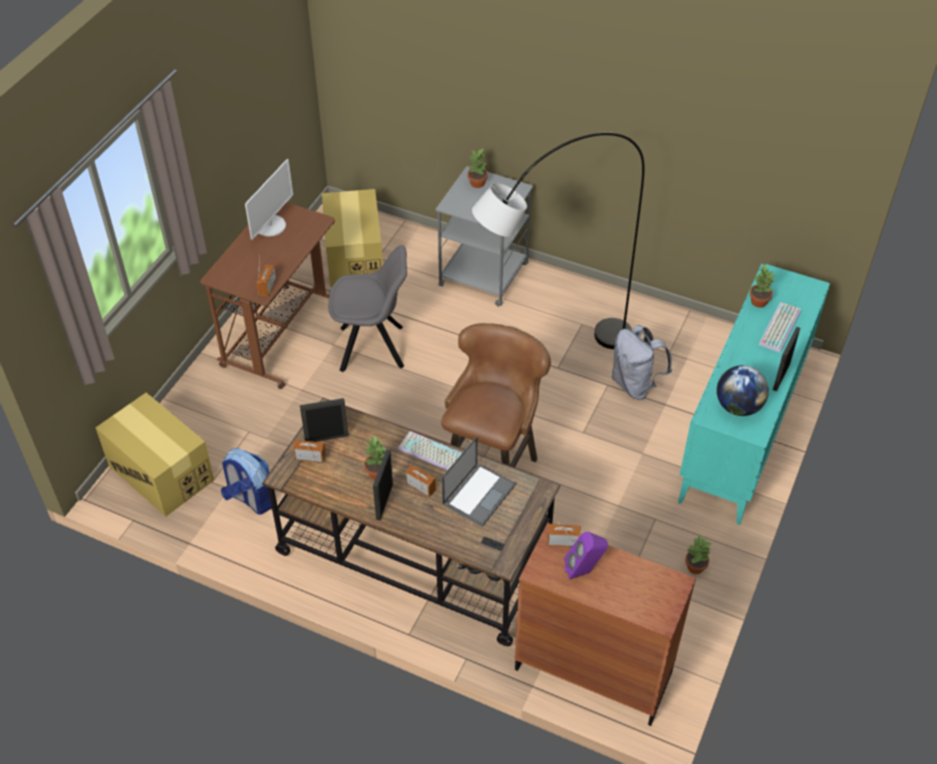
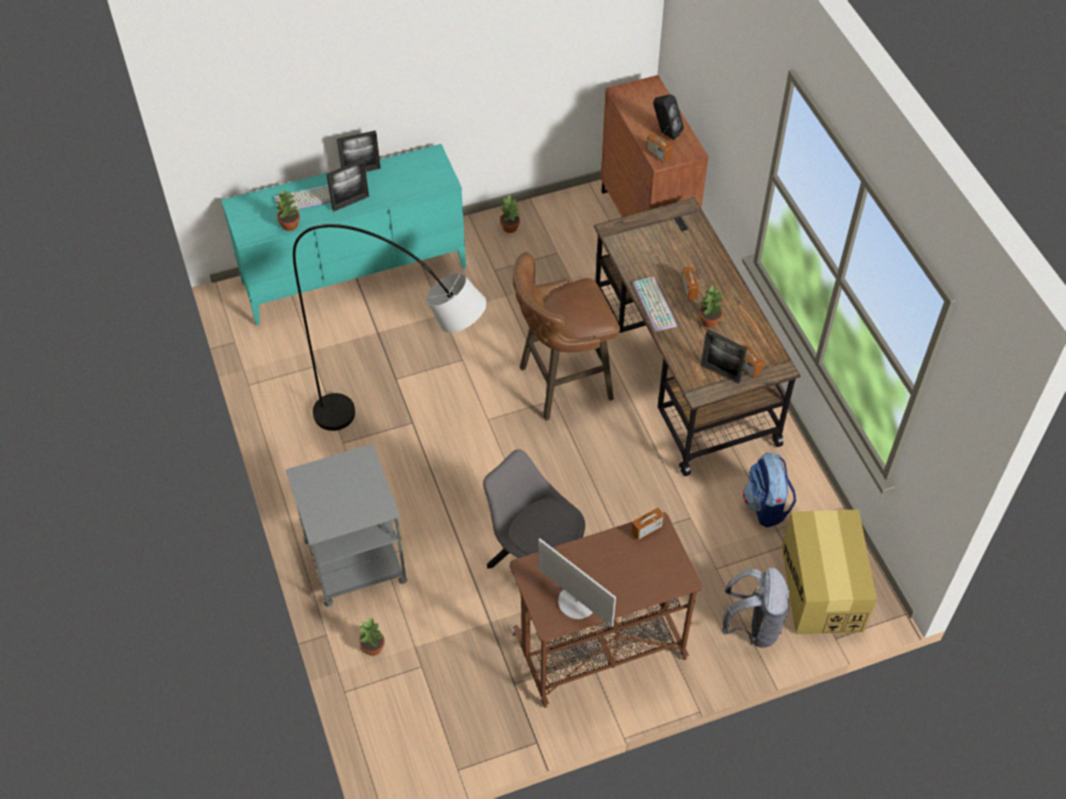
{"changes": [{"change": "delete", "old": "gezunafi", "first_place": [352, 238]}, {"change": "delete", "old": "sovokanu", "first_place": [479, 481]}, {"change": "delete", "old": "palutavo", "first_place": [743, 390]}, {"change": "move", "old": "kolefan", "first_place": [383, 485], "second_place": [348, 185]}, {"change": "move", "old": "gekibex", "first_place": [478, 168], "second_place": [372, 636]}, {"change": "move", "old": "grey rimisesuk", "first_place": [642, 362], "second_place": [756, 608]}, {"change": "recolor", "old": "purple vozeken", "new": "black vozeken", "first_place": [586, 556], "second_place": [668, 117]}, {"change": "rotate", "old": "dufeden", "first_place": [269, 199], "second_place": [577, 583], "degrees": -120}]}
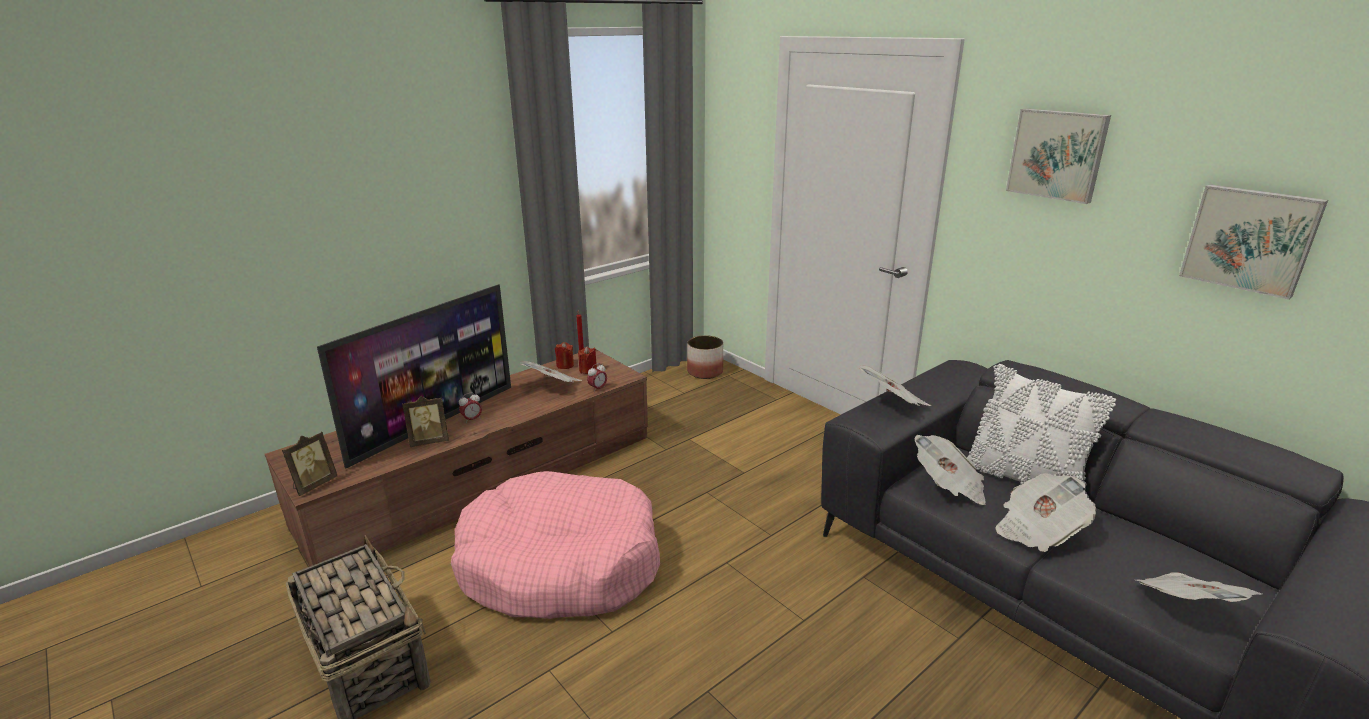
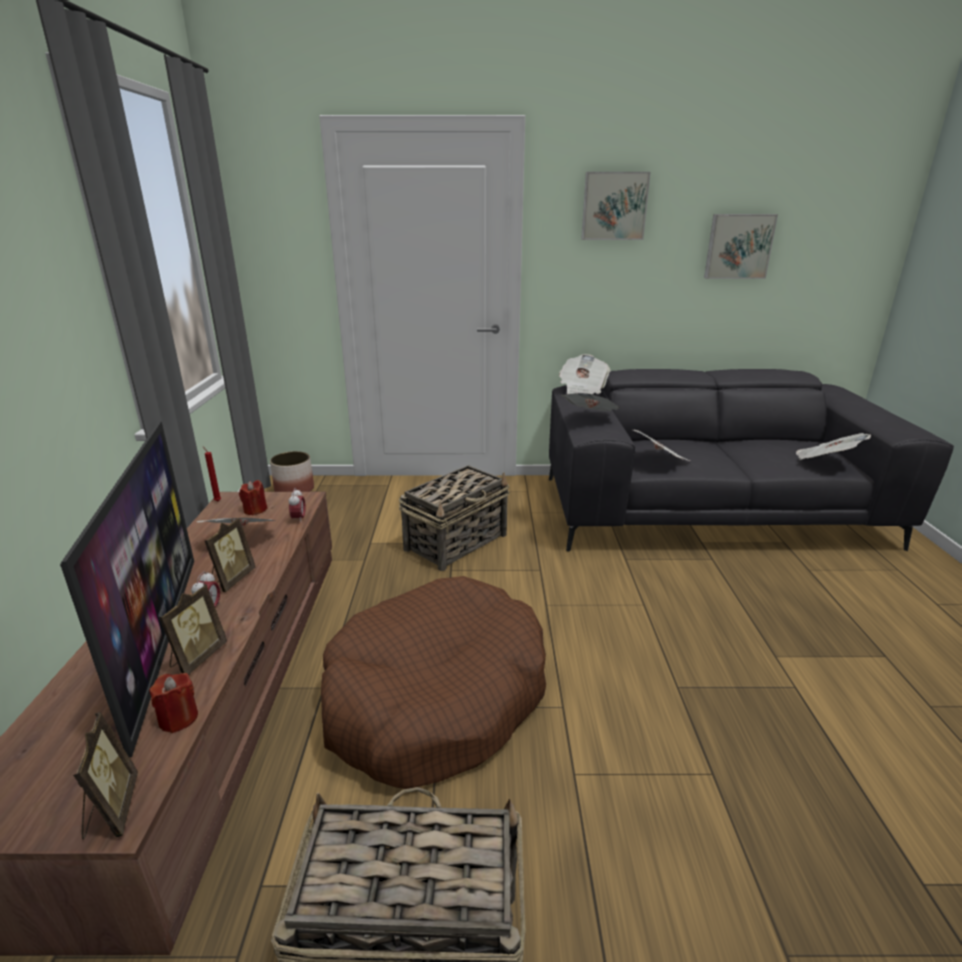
{"changes": [{"change": "delete", "old": "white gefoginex", "first_place": [1041, 424]}, {"change": "insert", "new": "kolefan", "second_place": [229, 555]}, {"change": "insert", "new": "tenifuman", "second_place": [454, 518]}, {"change": "move", "old": "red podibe", "first_place": [564, 355], "second_place": [173, 703]}, {"change": "move", "old": "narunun", "first_place": [1045, 512], "second_place": [585, 374]}, {"change": "recolor", "old": "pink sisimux", "new": "brown sisimux", "first_place": [555, 545], "second_place": [433, 682]}]}
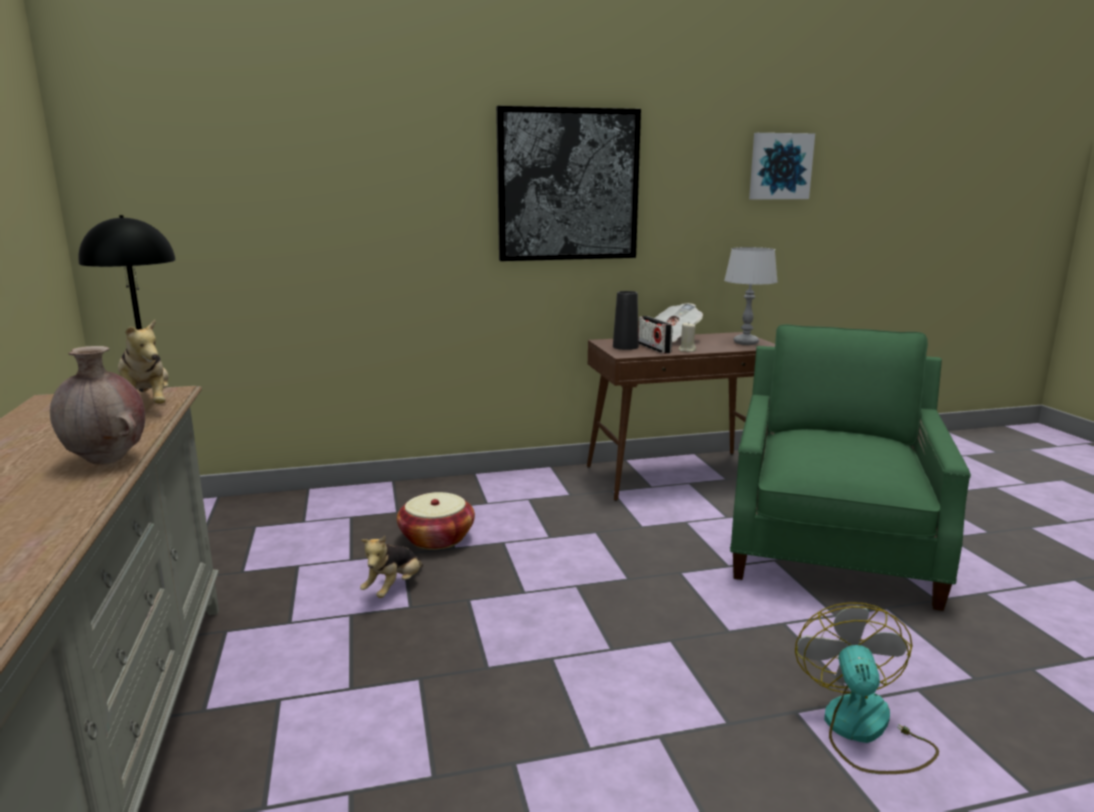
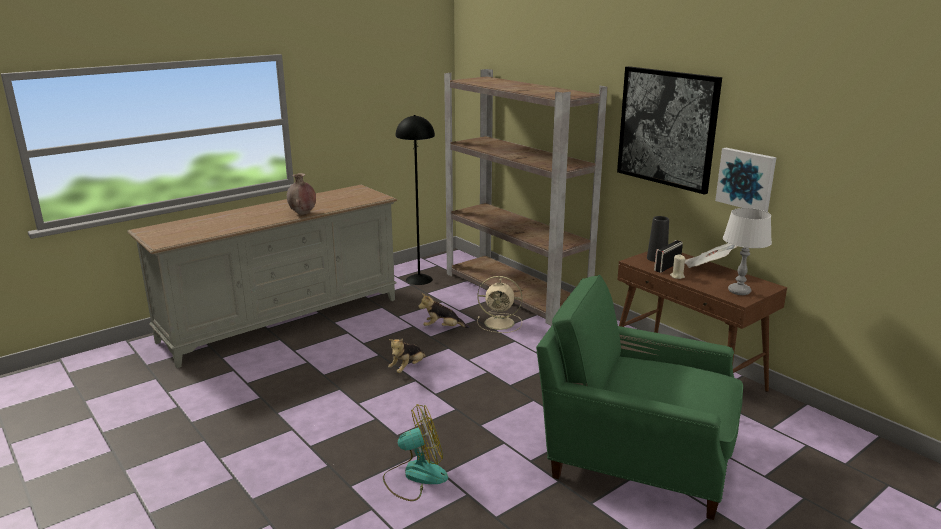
{"changes": [{"change": "insert", "new": "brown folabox", "second_place": [525, 197]}, {"change": "move", "old": "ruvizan", "first_place": [143, 361], "second_place": [407, 355]}, {"change": "move", "old": "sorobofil", "first_place": [782, 166], "second_place": [746, 180]}, {"change": "replace", "old": "tenifuman", "new": "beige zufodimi", "first_place": [436, 521], "second_place": [499, 304]}, {"change": "rotate", "old": "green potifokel", "first_place": [850, 467], "second_place": [639, 397], "degrees": -150}]}
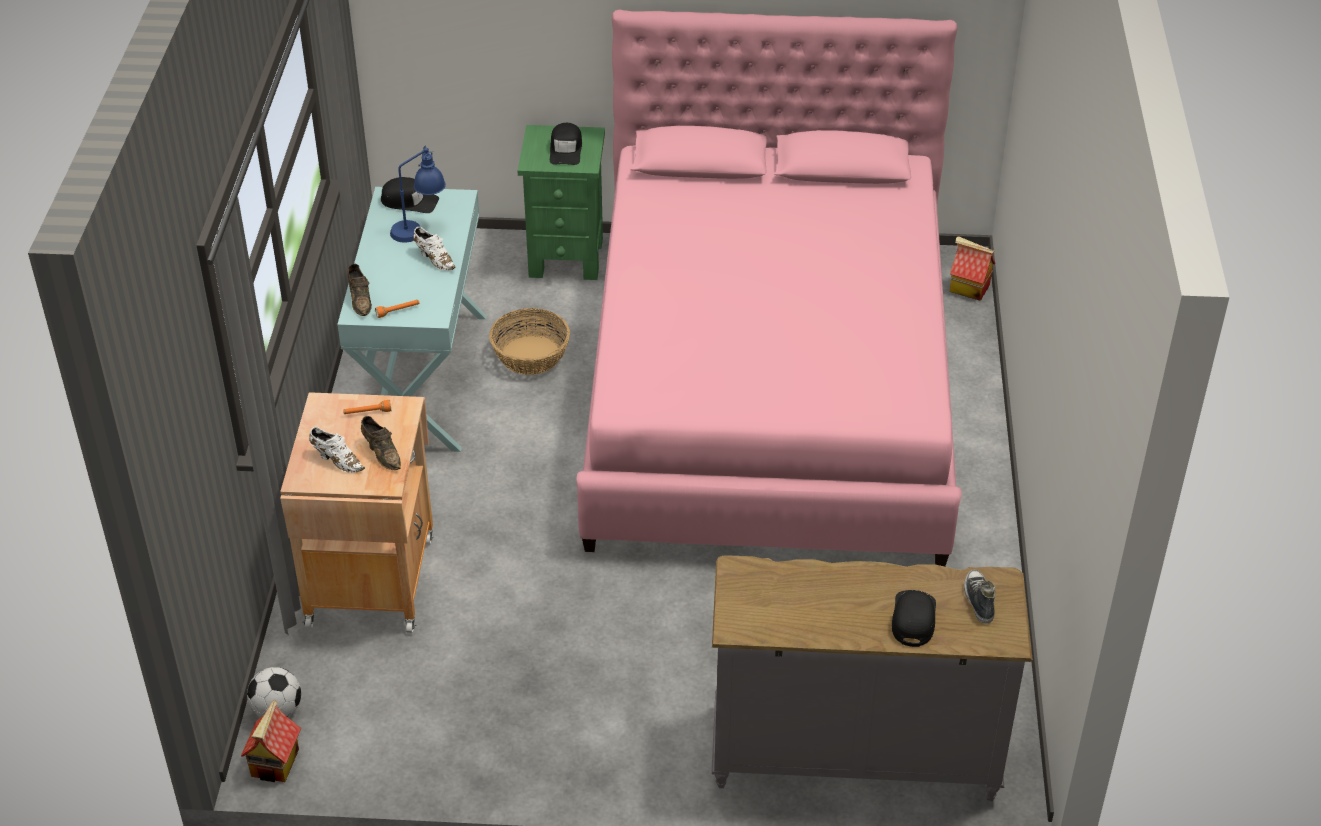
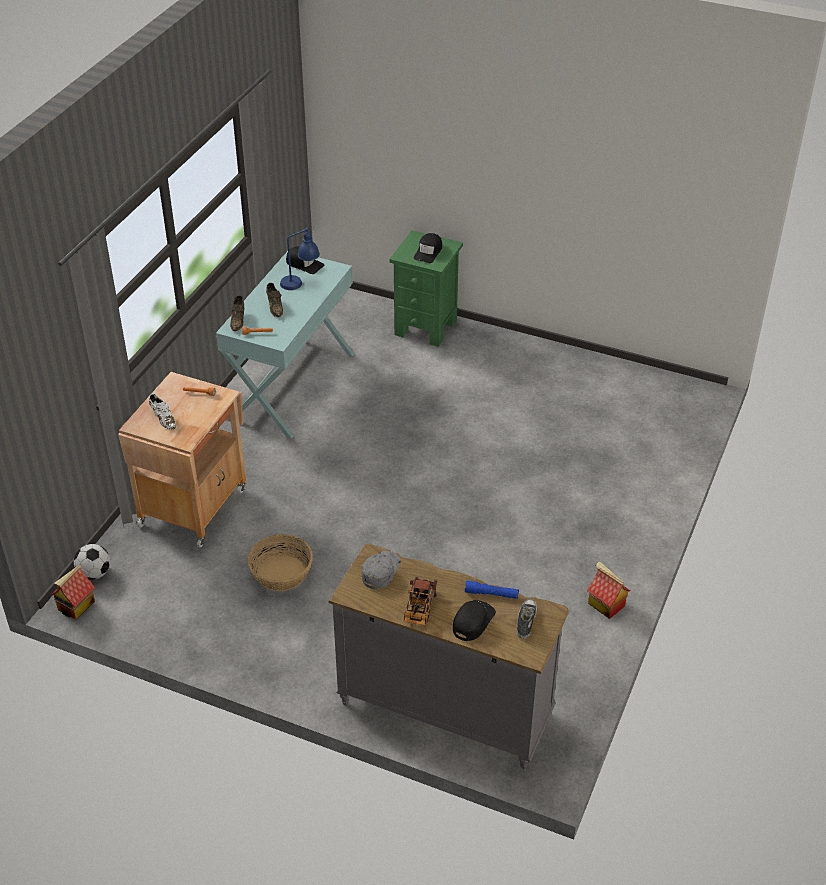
{"changes": [{"change": "delete", "old": "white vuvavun", "first_place": [434, 248]}, {"change": "delete", "old": "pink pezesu", "first_place": [769, 288]}, {"change": "insert", "new": "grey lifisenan", "second_place": [381, 570]}, {"change": "insert", "new": "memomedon", "second_place": [420, 601]}, {"change": "insert", "new": "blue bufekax", "second_place": [492, 590]}, {"change": "move", "old": "brown vuvavun", "first_place": [381, 443], "second_place": [274, 300]}, {"change": "move", "old": "tenifuman", "first_place": [529, 341], "second_place": [280, 562]}, {"change": "move", "old": "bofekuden", "first_place": [973, 268], "second_place": [608, 590]}]}
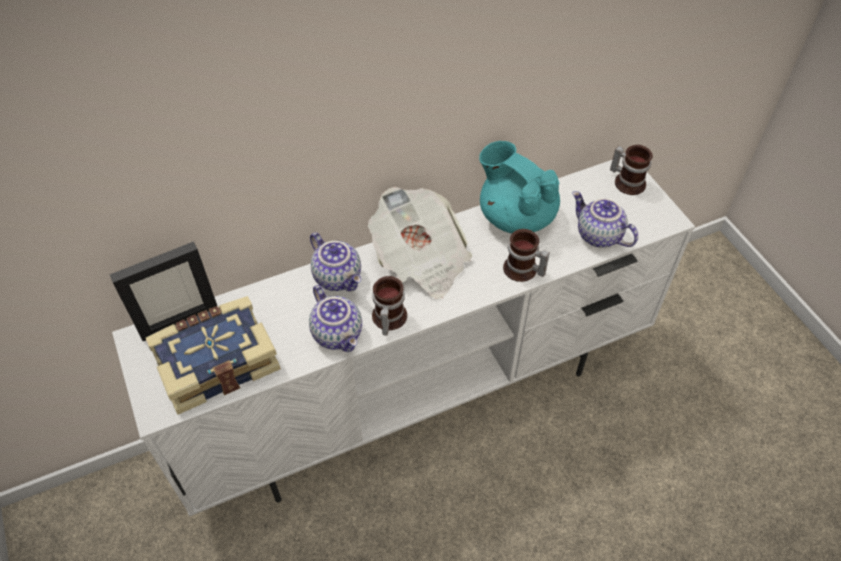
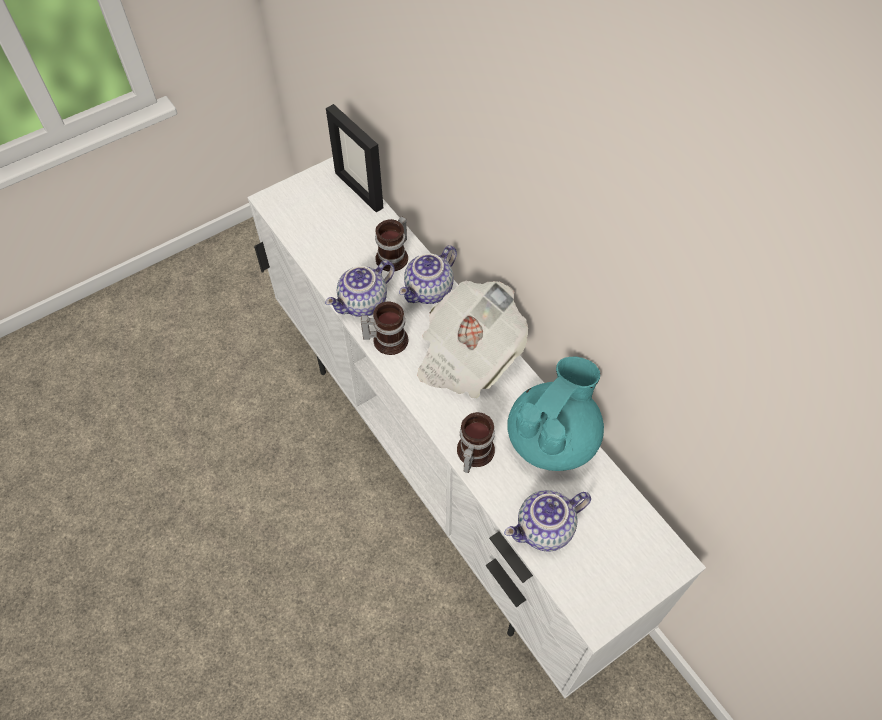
{"changes": [{"change": "delete", "old": "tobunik", "first_place": [213, 355]}, {"change": "move", "old": "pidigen", "first_place": [631, 170], "second_place": [391, 244]}, {"change": "rotate", "old": "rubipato", "first_place": [605, 219], "second_place": [547, 520], "degrees": -150}]}
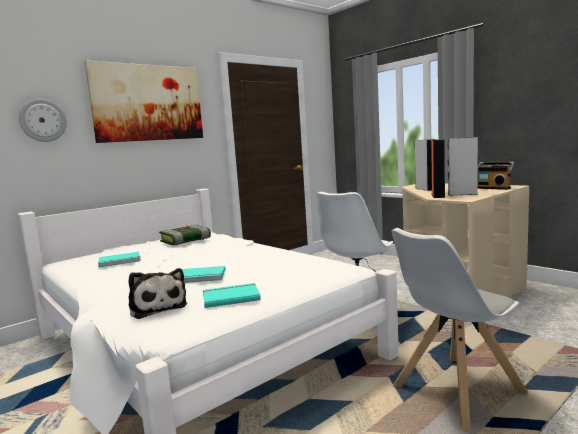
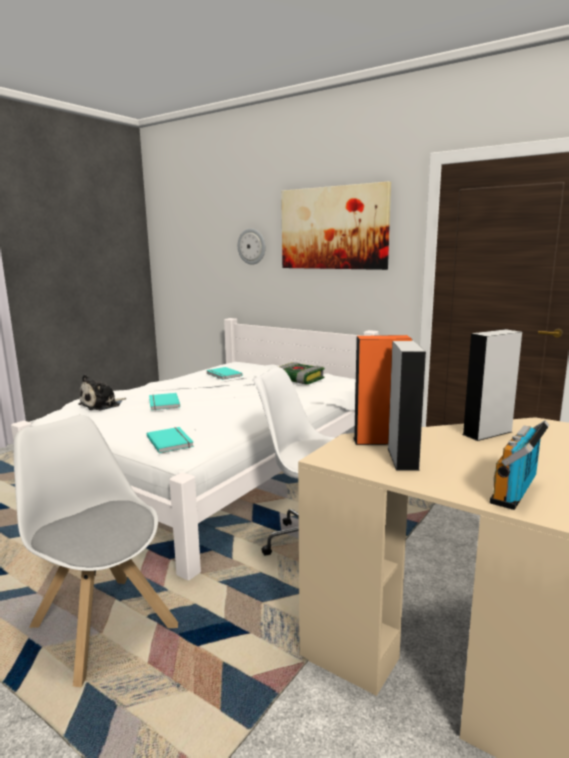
{"changes": [{"change": "move", "old": "turquoise tobunik", "first_place": [232, 295], "second_place": [170, 440]}]}
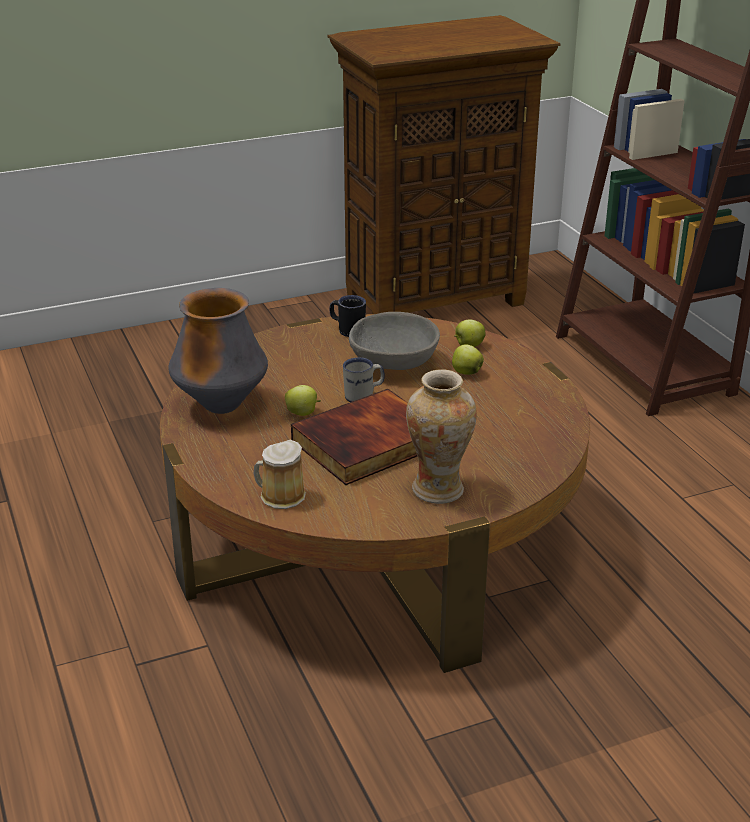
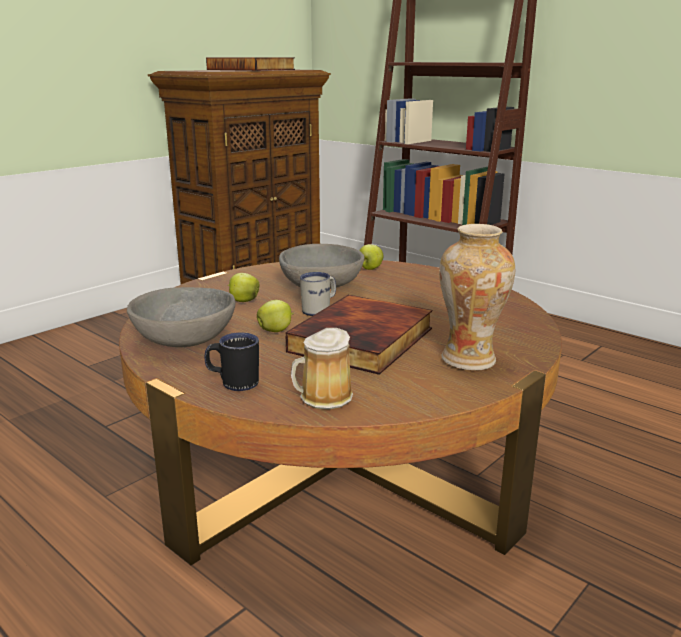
{"changes": [{"change": "insert", "new": "tobunik", "second_place": [250, 64]}, {"change": "move", "old": "black pidigen", "first_place": [348, 316], "second_place": [232, 362]}, {"change": "move", "old": "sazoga", "first_place": [468, 359], "second_place": [244, 287]}, {"change": "replace", "old": "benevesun", "new": "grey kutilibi", "first_place": [218, 351], "second_place": [181, 317]}]}
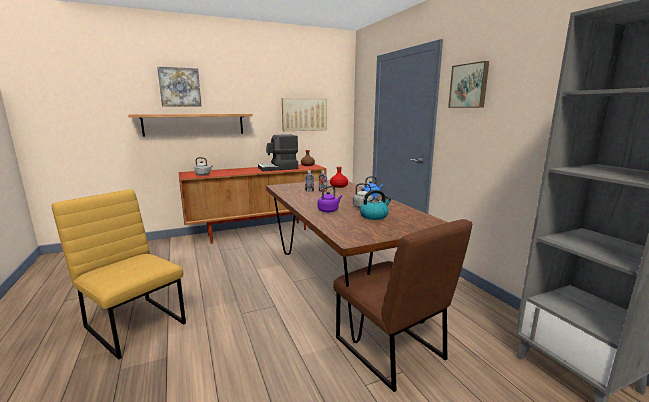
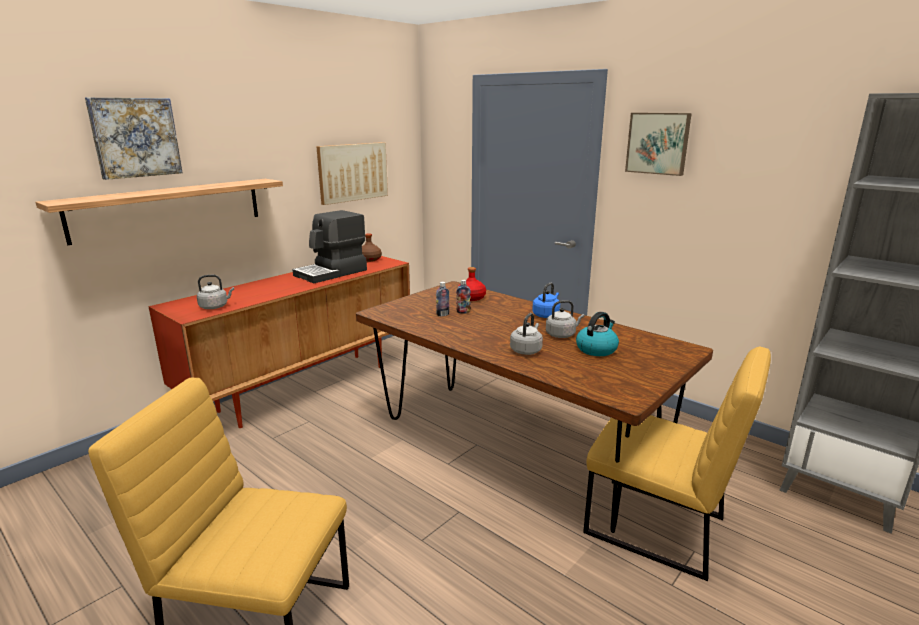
{"changes": [{"change": "recolor", "old": "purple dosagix", "new": "grey dosagix", "first_place": [330, 199], "second_place": [526, 334]}, {"change": "recolor", "old": "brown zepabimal", "new": "yellow zepabimal", "first_place": [402, 305], "second_place": [677, 463]}]}
